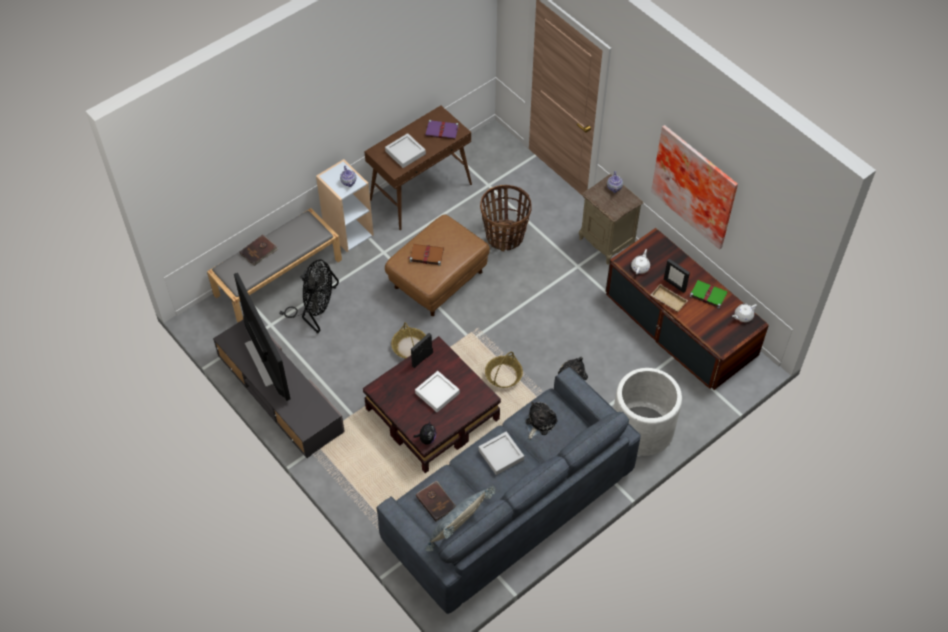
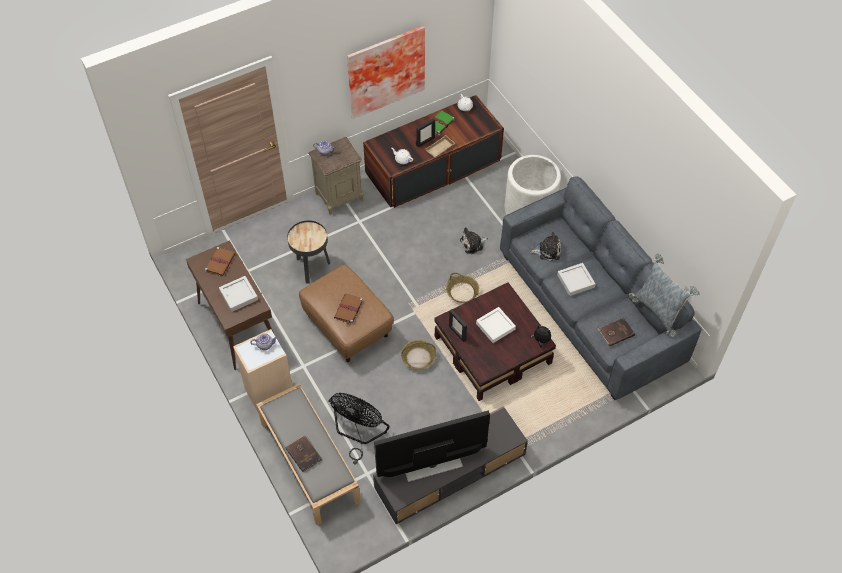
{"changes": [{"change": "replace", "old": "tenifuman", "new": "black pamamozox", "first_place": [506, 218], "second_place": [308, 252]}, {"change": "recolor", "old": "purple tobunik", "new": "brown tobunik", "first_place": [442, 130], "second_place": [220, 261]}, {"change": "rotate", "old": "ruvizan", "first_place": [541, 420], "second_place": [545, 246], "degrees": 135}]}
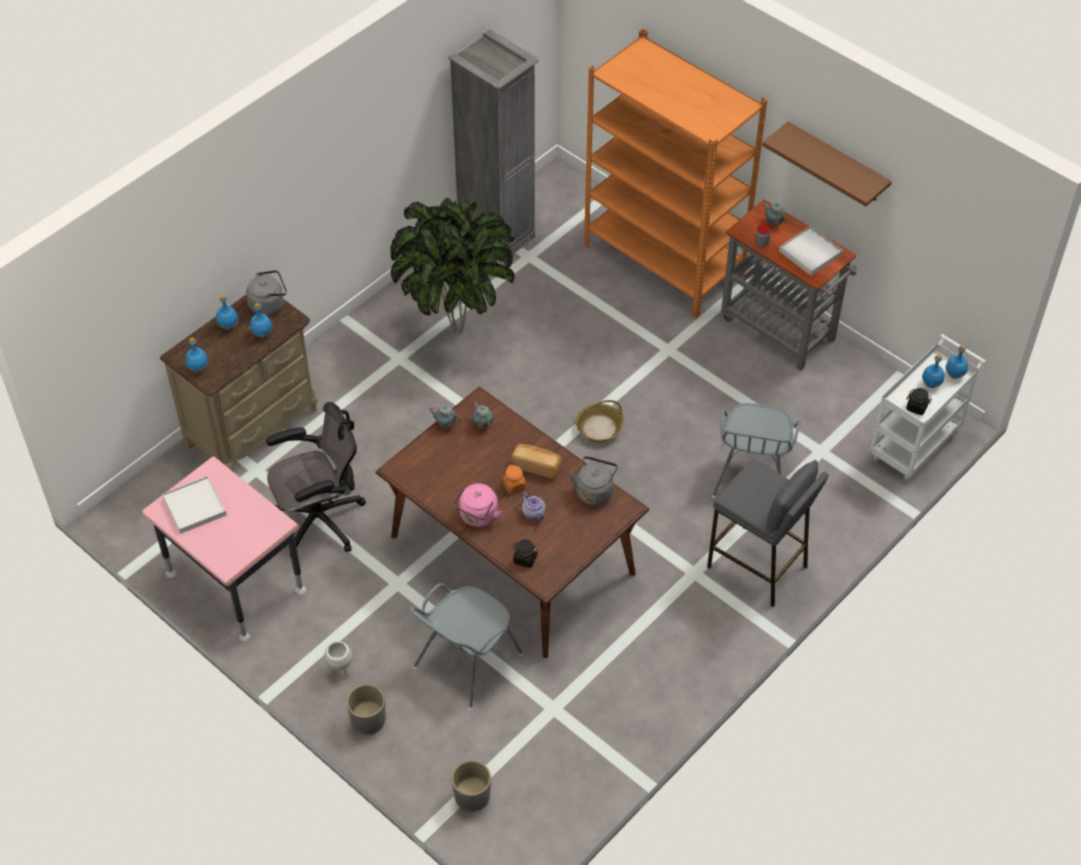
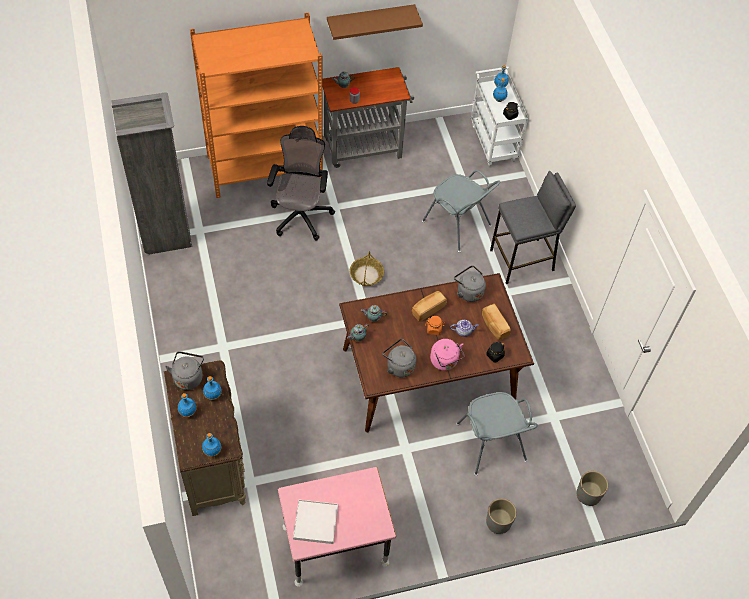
{"changes": [{"change": "delete", "old": "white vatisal", "first_place": [338, 659]}, {"change": "delete", "old": "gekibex", "first_place": [452, 266]}, {"change": "delete", "old": "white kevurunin", "first_place": [811, 251]}, {"change": "insert", "new": "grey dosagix", "second_place": [399, 358]}, {"change": "insert", "new": "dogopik", "second_place": [496, 322]}, {"change": "move", "old": "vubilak", "first_place": [316, 479], "second_place": [301, 183]}]}
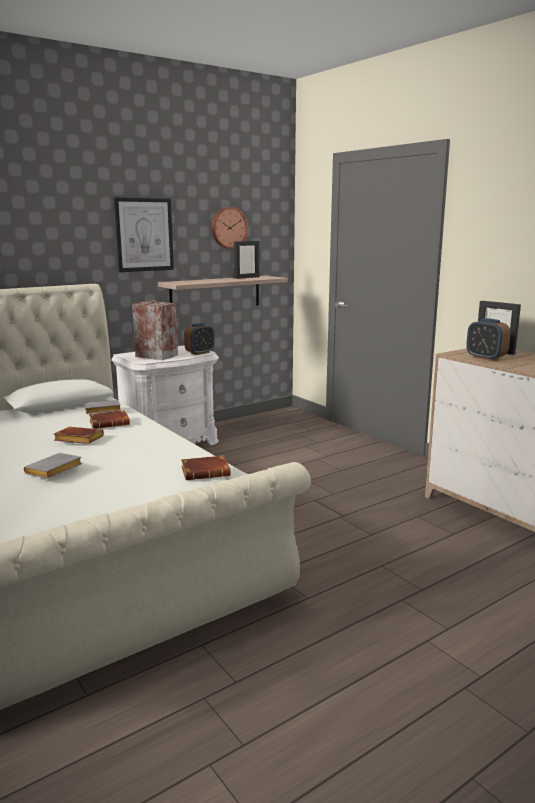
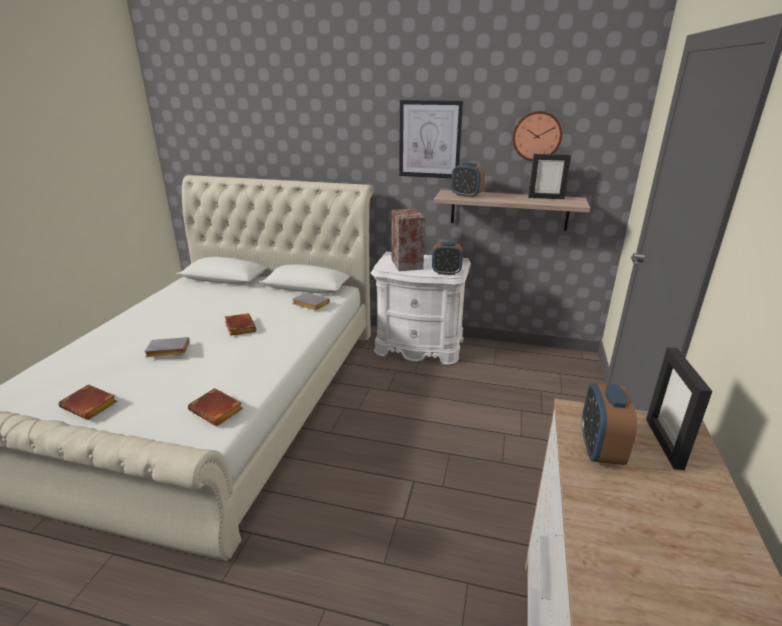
{"changes": [{"change": "insert", "new": "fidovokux", "second_place": [468, 180]}, {"change": "move", "old": "brown tobunik", "first_place": [109, 419], "second_place": [87, 402]}]}
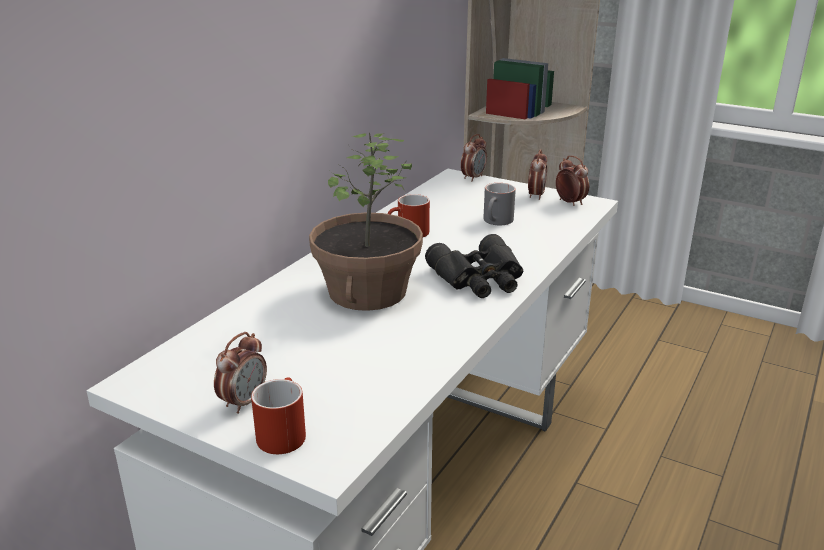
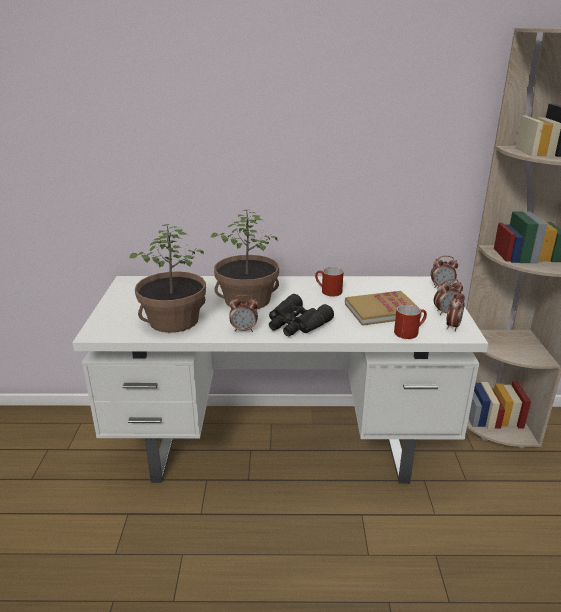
{"changes": [{"change": "insert", "new": "gekibex", "second_place": [167, 278]}, {"change": "move", "old": "fidovokux", "first_place": [240, 373], "second_place": [243, 313]}, {"change": "move", "old": "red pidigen", "first_place": [278, 415], "second_place": [410, 321]}, {"change": "replace", "old": "grey pidigen", "new": "tobunik", "first_place": [499, 204], "second_place": [383, 308]}]}
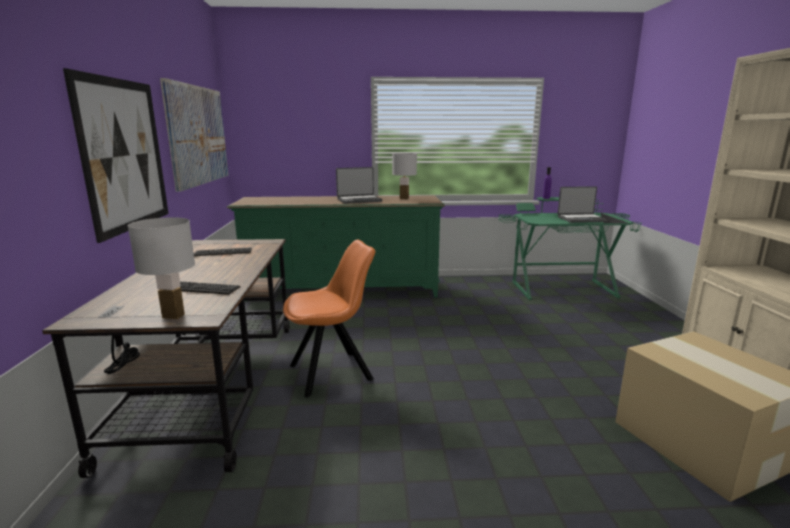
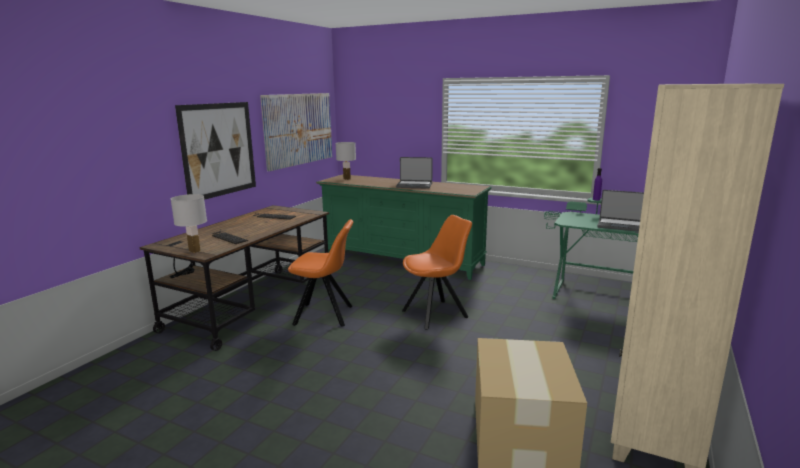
{"changes": [{"change": "insert", "new": "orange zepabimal", "second_place": [437, 272]}, {"change": "move", "old": "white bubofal", "first_place": [404, 176], "second_place": [345, 161]}]}
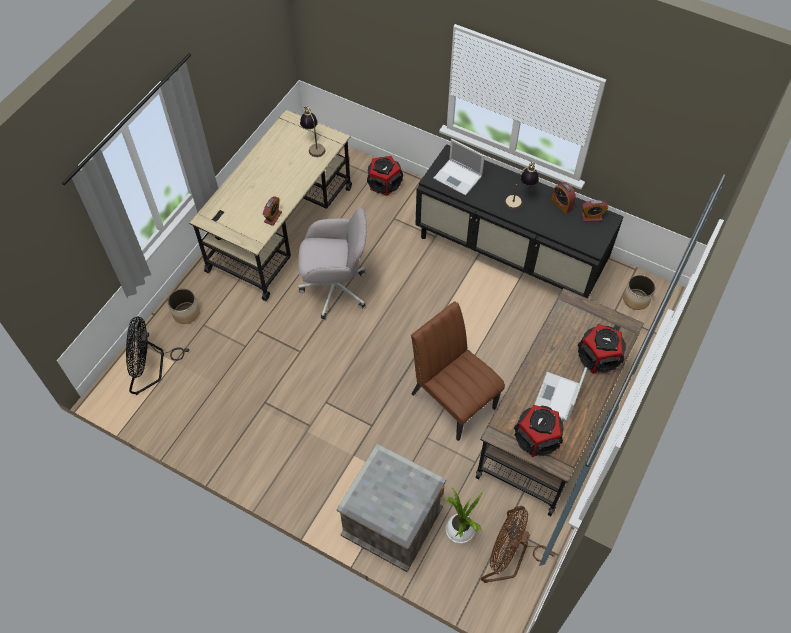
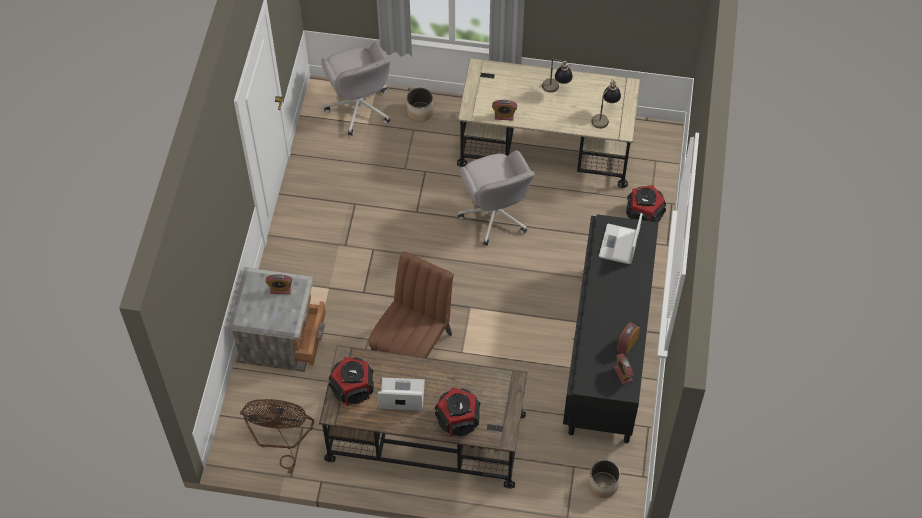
{"changes": [{"change": "delete", "old": "gekibex", "first_place": [462, 515]}, {"change": "insert", "new": "fidovokux", "second_place": [279, 284]}, {"change": "move", "old": "bubofal", "first_place": [522, 185], "second_place": [557, 75]}, {"change": "replace", "old": "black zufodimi", "new": "grey vubilak", "first_place": [157, 355], "second_place": [355, 89]}]}
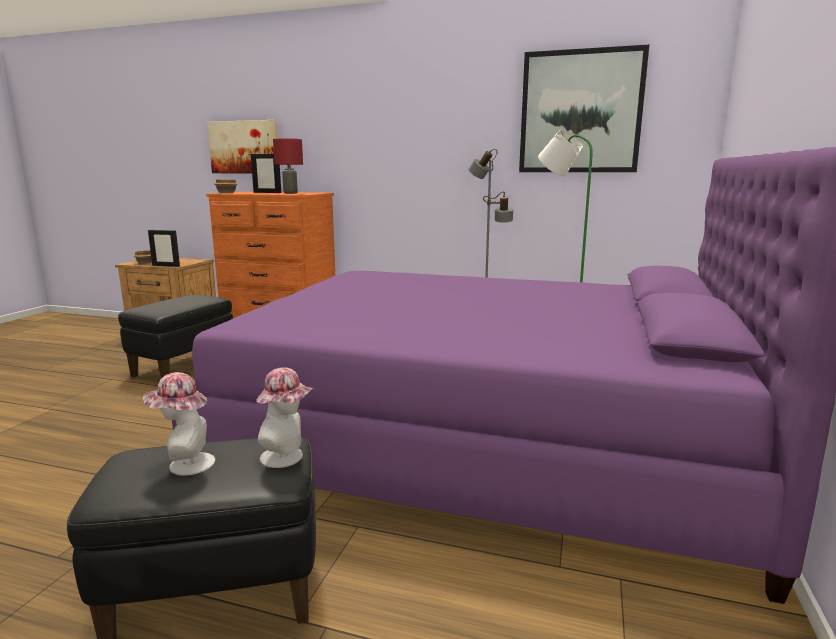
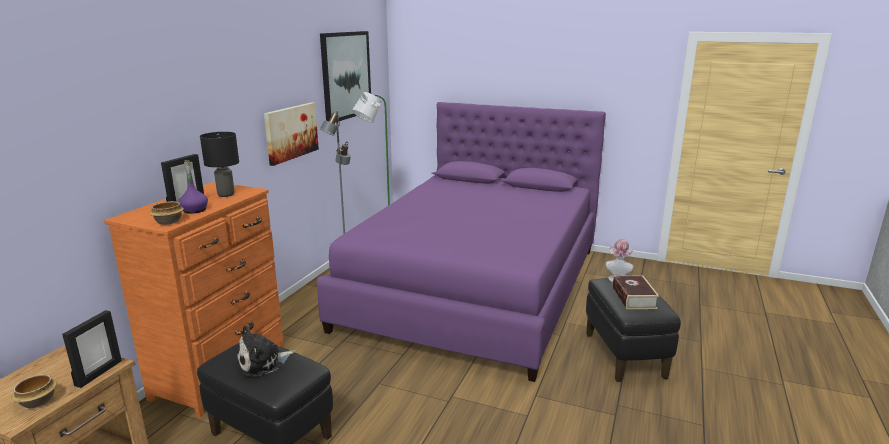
{"changes": [{"change": "insert", "new": "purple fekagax", "second_place": [193, 187]}, {"change": "insert", "new": "ruvizan", "second_place": [266, 351]}, {"change": "move", "old": "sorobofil", "first_place": [242, 146], "second_place": [291, 134]}, {"change": "replace", "old": "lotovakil", "new": "tobunik", "first_place": [179, 424], "second_place": [636, 292]}, {"change": "recolor", "old": "red bubofal", "new": "black bubofal", "first_place": [288, 166], "second_place": [219, 164]}]}
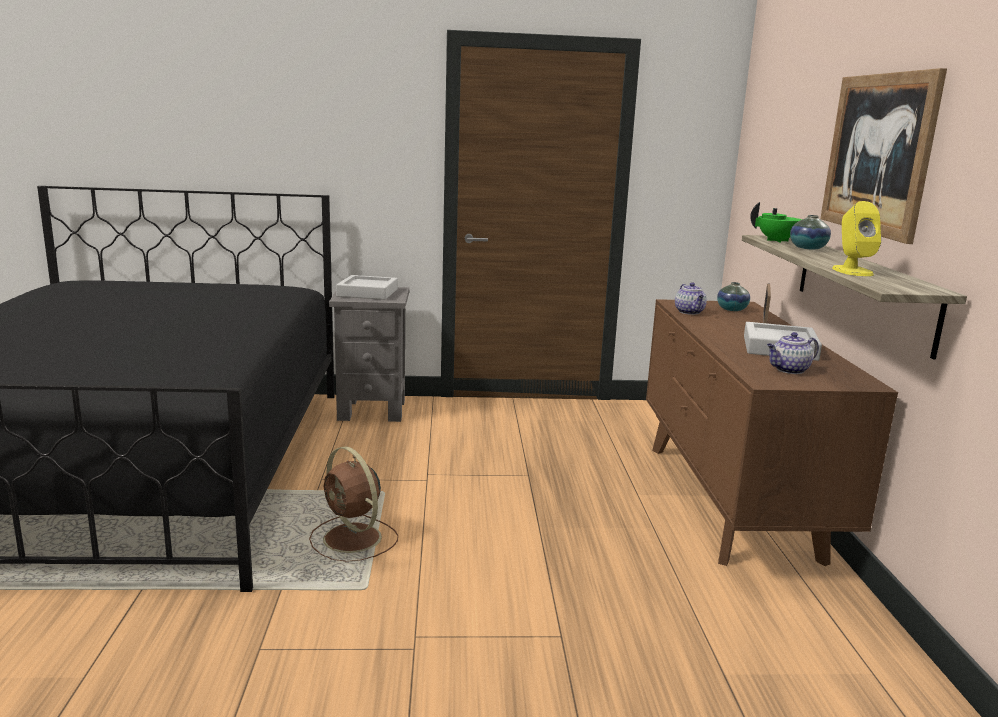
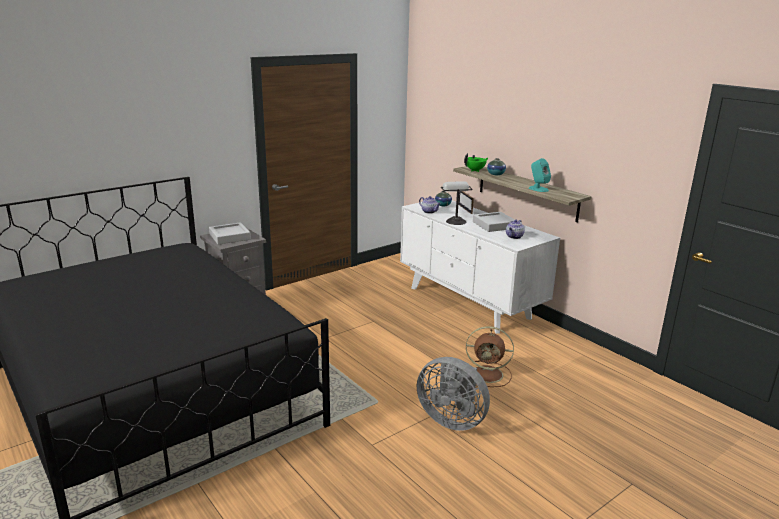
{"changes": [{"change": "delete", "old": "sorobofil", "first_place": [883, 156]}, {"change": "insert", "new": "grey zufodimi", "second_place": [453, 394]}, {"change": "insert", "new": "bubofal", "second_place": [457, 203]}, {"change": "move", "old": "brown zufodimi", "first_place": [353, 504], "second_place": [490, 356]}, {"change": "recolor", "old": "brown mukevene", "new": "white mukevene", "first_place": [772, 432], "second_place": [480, 267]}, {"change": "recolor", "old": "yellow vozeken", "new": "turquoise vozeken", "first_place": [856, 238], "second_place": [540, 175]}]}
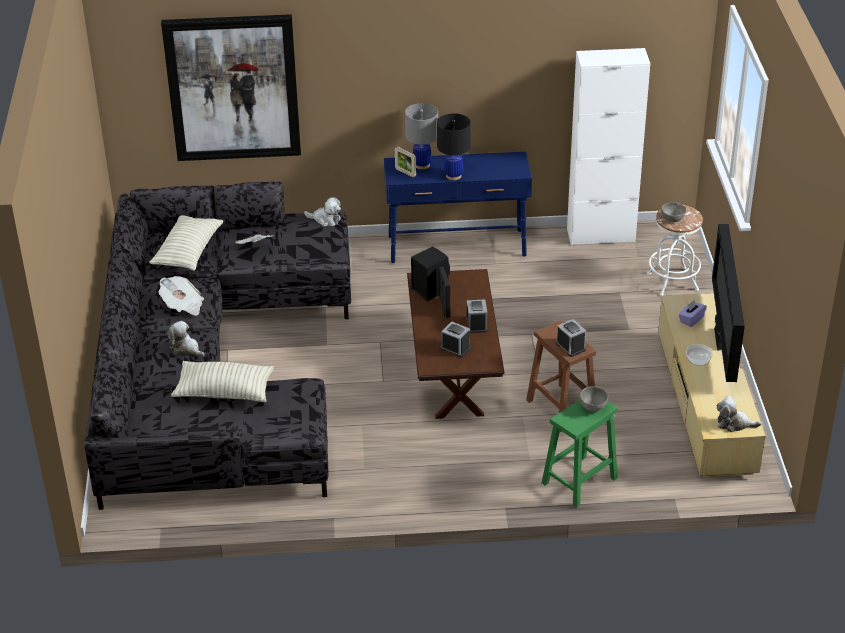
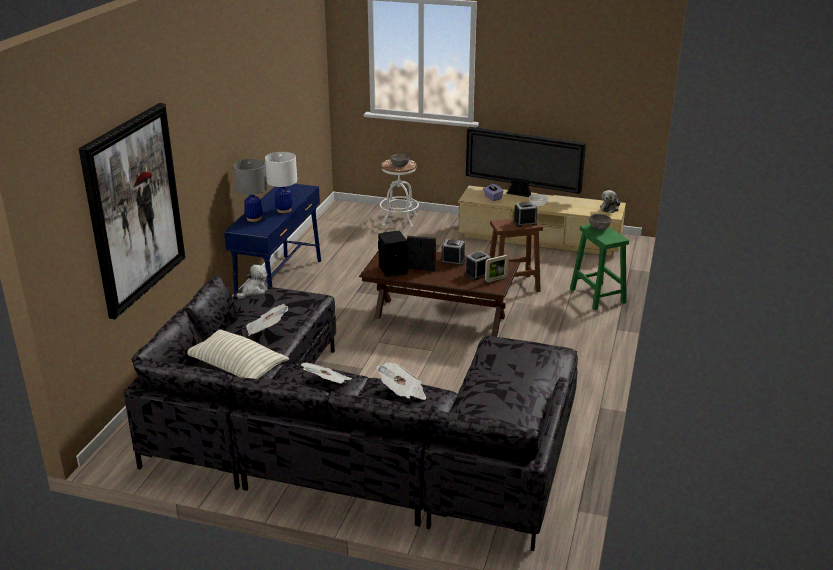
{"changes": [{"change": "delete", "old": "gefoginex", "first_place": [222, 381]}, {"change": "delete", "old": "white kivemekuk", "first_place": [608, 146]}, {"change": "move", "old": "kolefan", "first_place": [405, 161], "second_place": [497, 269]}, {"change": "replace", "old": "ruvizan", "new": "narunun", "first_place": [186, 339], "second_place": [402, 381]}, {"change": "recolor", "old": "black bubofal", "new": "white bubofal", "first_place": [454, 146], "second_place": [281, 182]}]}
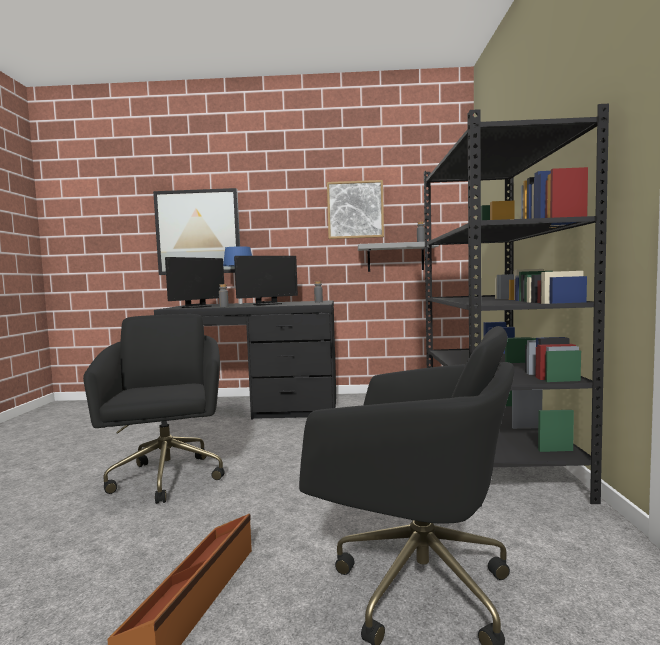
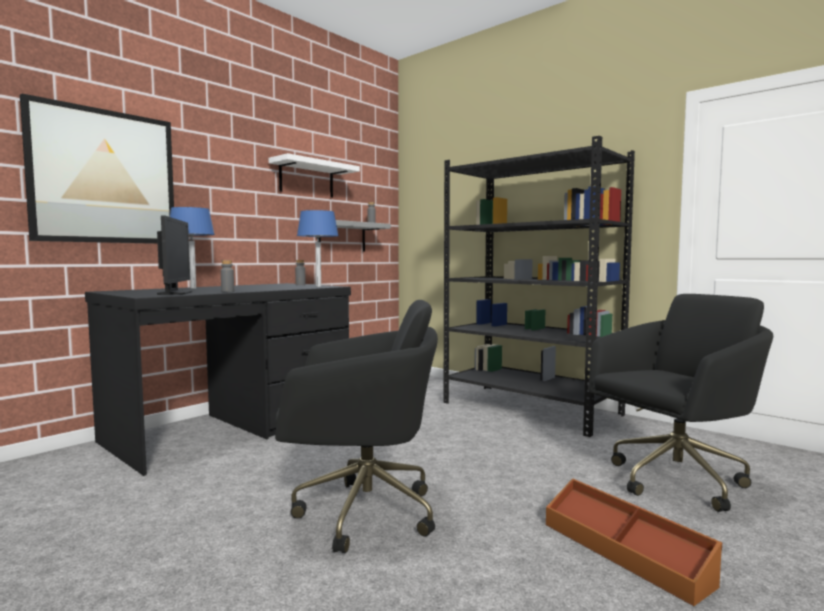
{"changes": [{"change": "delete", "old": "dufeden", "first_place": [266, 280]}, {"change": "insert", "new": "blue bubofal", "second_place": [318, 248]}, {"change": "replace", "old": "sorobofil", "new": "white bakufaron", "first_place": [355, 209], "second_place": [314, 175]}, {"change": "rotate", "old": "black vubilak", "first_place": [153, 409], "second_place": [356, 426], "degrees": 150}]}
